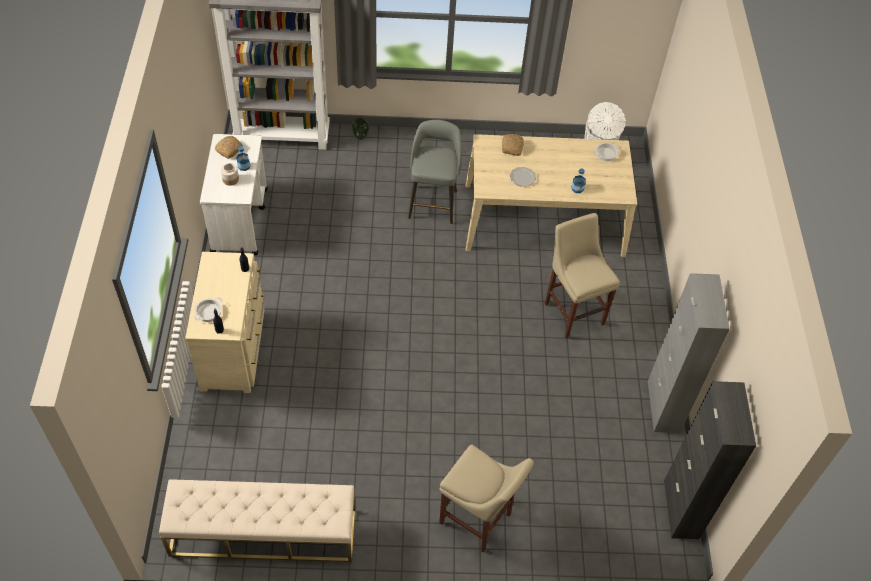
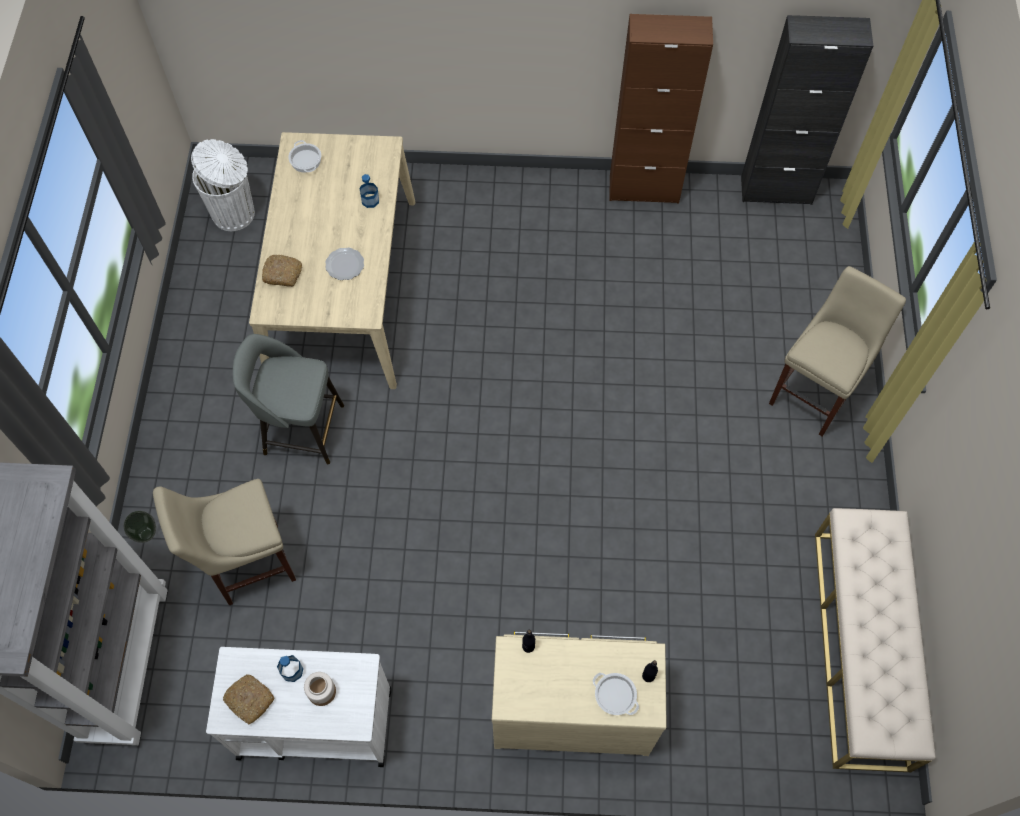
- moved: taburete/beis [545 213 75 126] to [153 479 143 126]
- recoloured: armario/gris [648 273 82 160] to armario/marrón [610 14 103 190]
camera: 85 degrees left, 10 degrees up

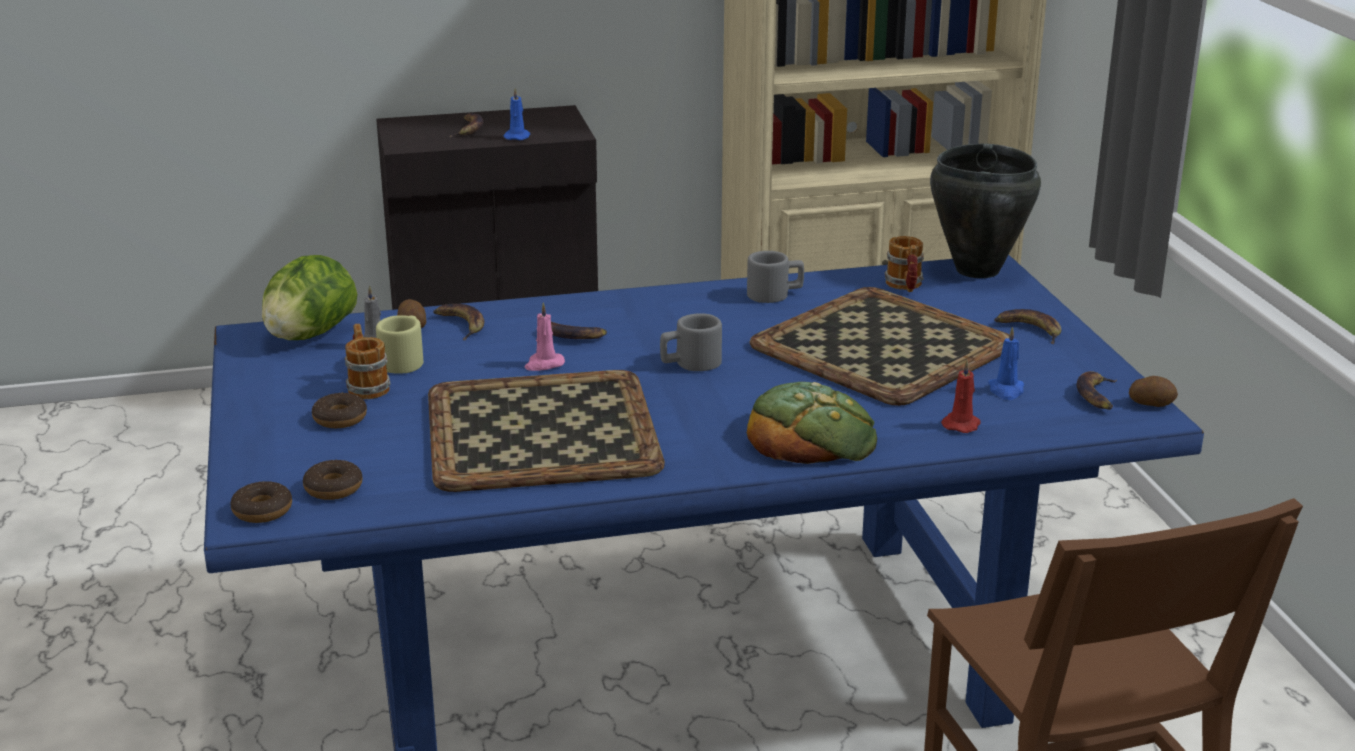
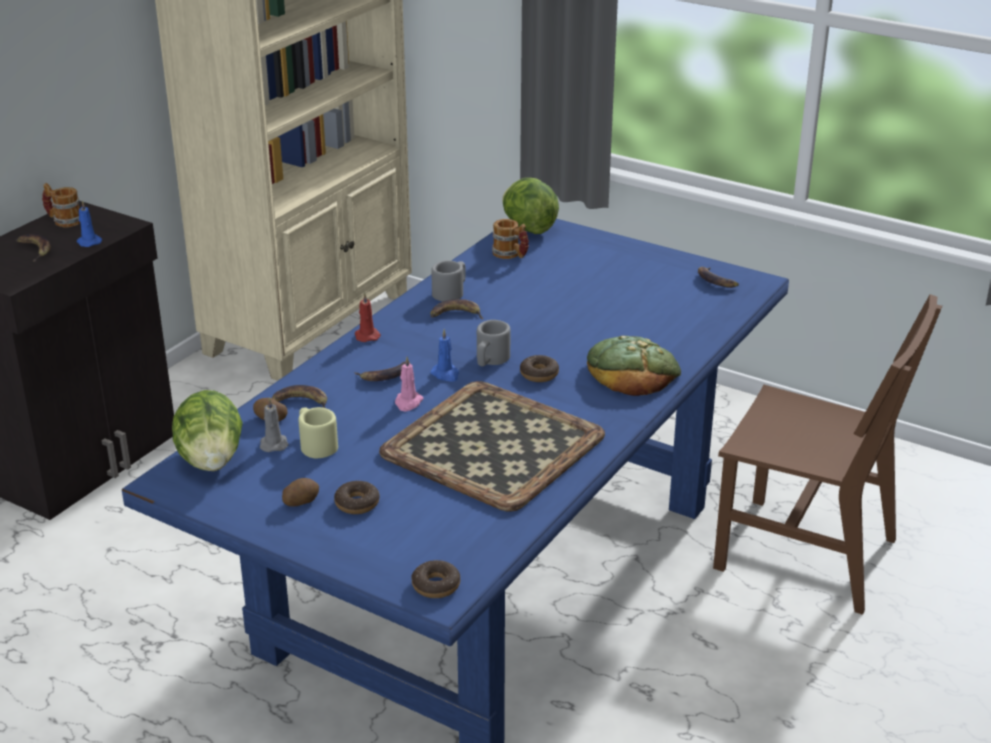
- removed: bandeja [749 287 266 119]
- moved: rosquilla [303 460 60 40] to [520 355 39 27]
- moved: taza grande [345 324 46 75] to [42 183 38 45]
- moved: vela/rojo [941 360 39 73] to [355 293 26 49]
- moved: vela/azul [988 326 36 74] to [430 329 29 53]
- moved: plátano [994 309 67 35] to [431 299 52 20]
- moved: patata [1129 376 49 31] to [282 478 37 29]
- replaced: olla/negro [930 143 111 135] to lechuga [502 178 57 56]
camera: 45 degrees left, 5 degrees up

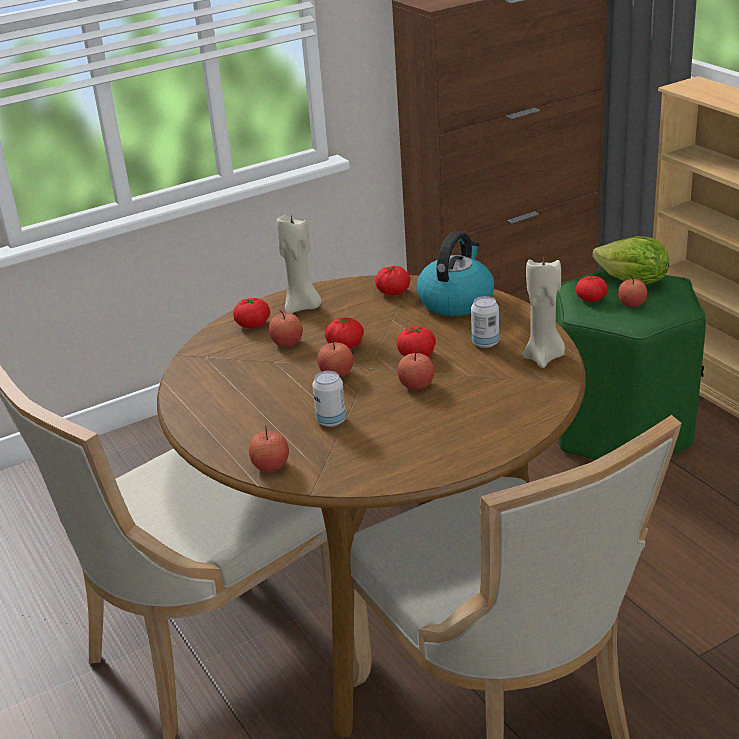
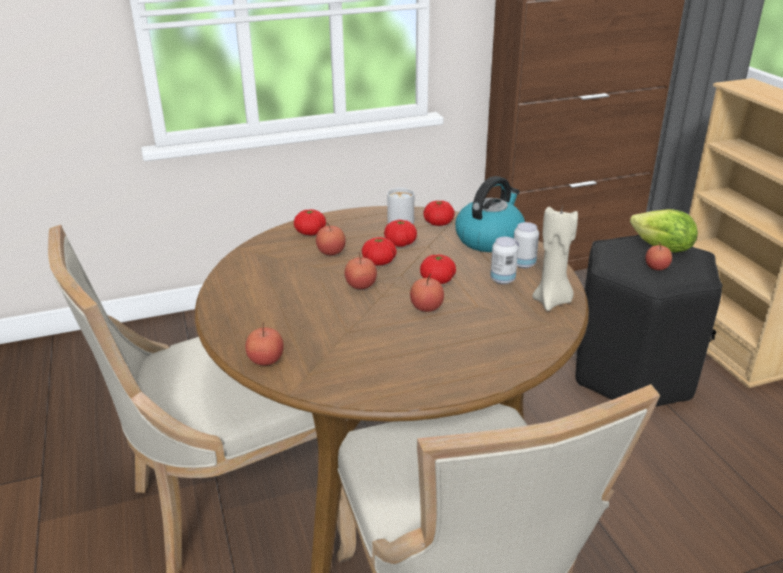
- removed: vela/beis [276 215 46 99]
- added: taza grande/blanco [387 187 27 37]
- moved: lata [312 371 34 56] to [514 222 25 46]
- moved: tomate [575 276 33 26] to [384 220 33 27]
- recoloured: taburete/verde [556 269 150 191] to taburete/negro [576 235 147 172]
camera: 10 degrees right, 0 degrees up

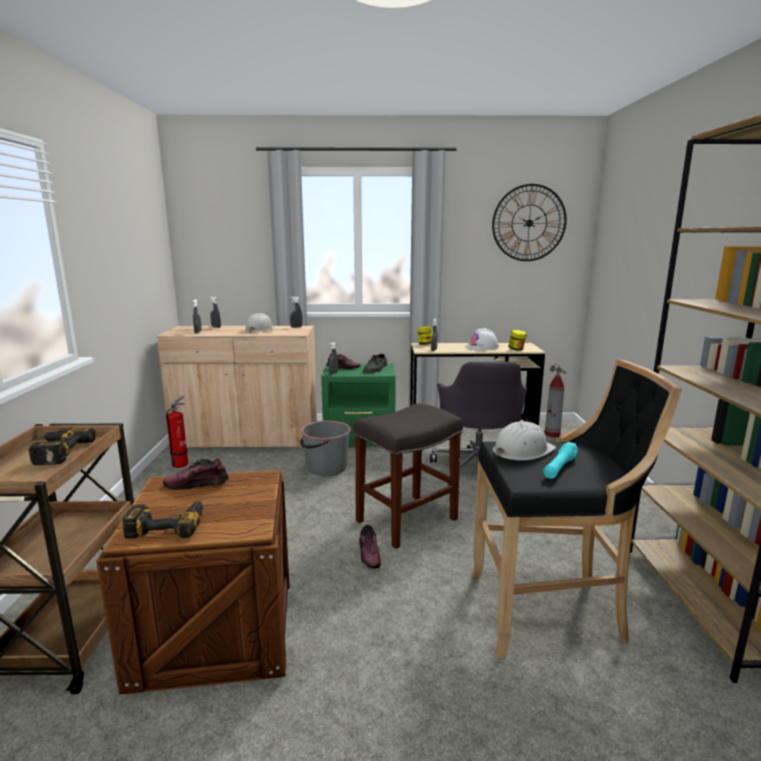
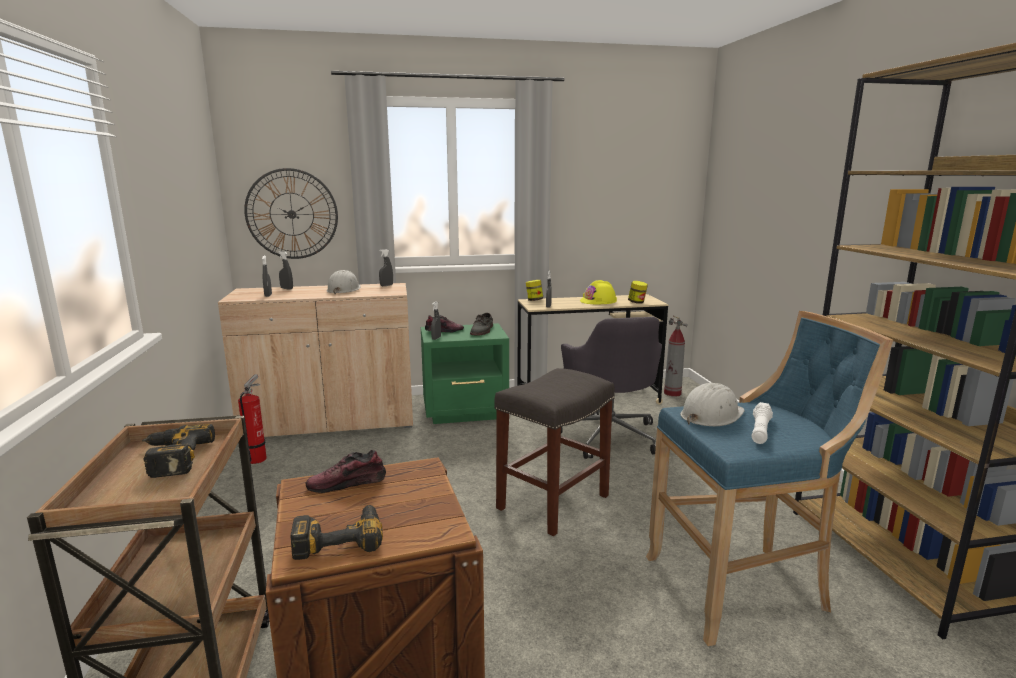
- removed: cubo/gris [300 421 51 55]
- removed: zapato [359 524 22 45]
- moved: reloj de pared [492 184 75 77] to [244 168 94 91]
- recoloured: casco/blanco [465 328 34 22] to casco/amarillo [580 280 37 24]
- recoloured: taburete/negro [471 359 211 299] to taburete/azul [646 311 247 335]
- recoloured: linterna/turquesa [543 442 35 37] to linterna/blanco [751 402 22 42]
camera: 10 degrees left, 0 degrees up

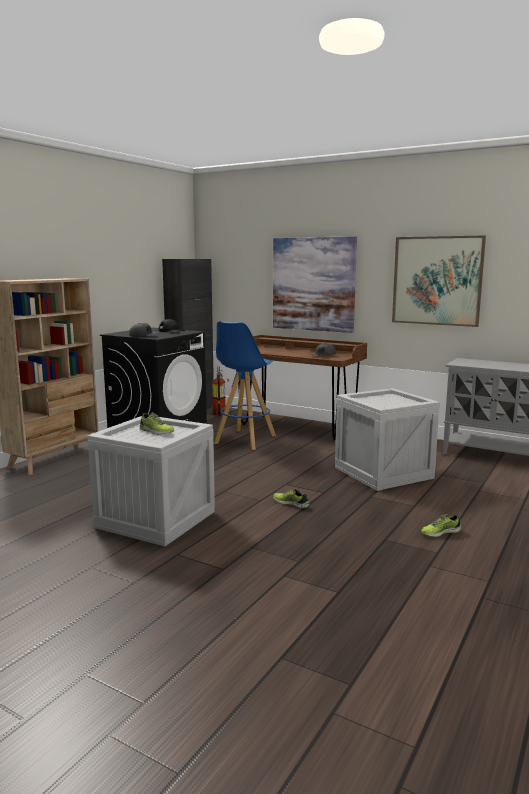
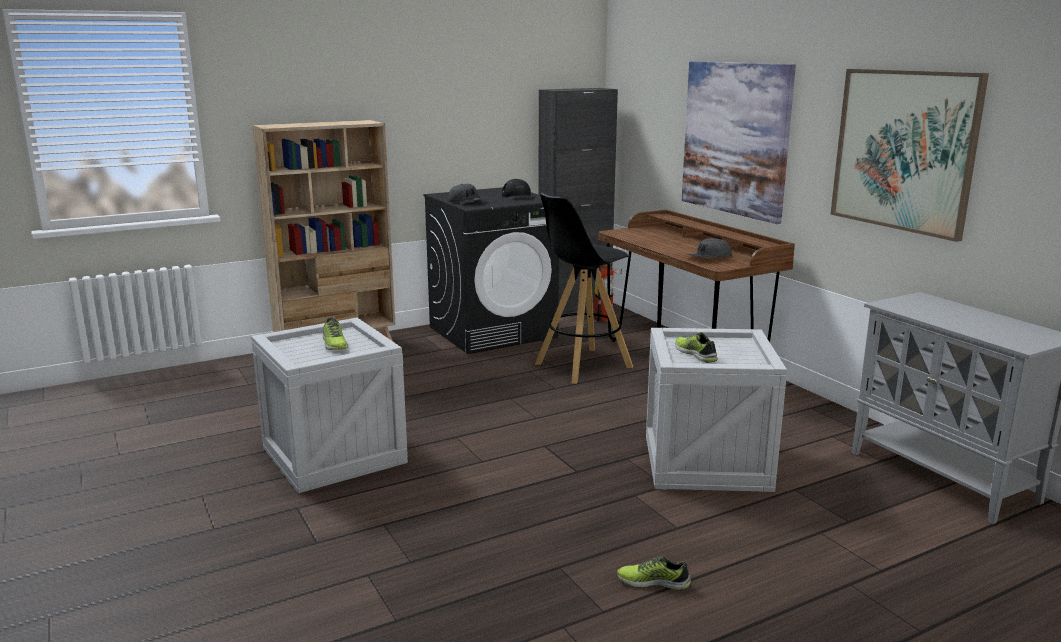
- moved: zapato [273 488 36 21] to [675 332 43 31]
- recoloured: taburete/azul [213 321 63 129] to taburete/negro [535 192 98 192]
camera: 30 degrees right, 5 degrees up

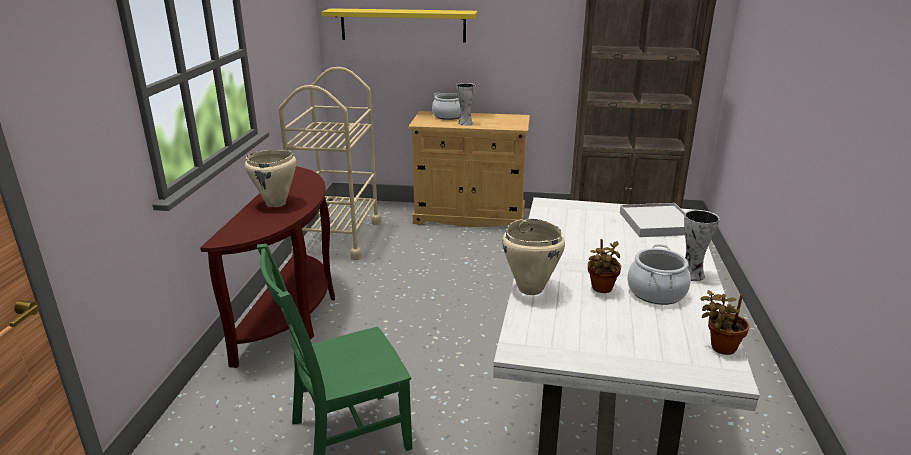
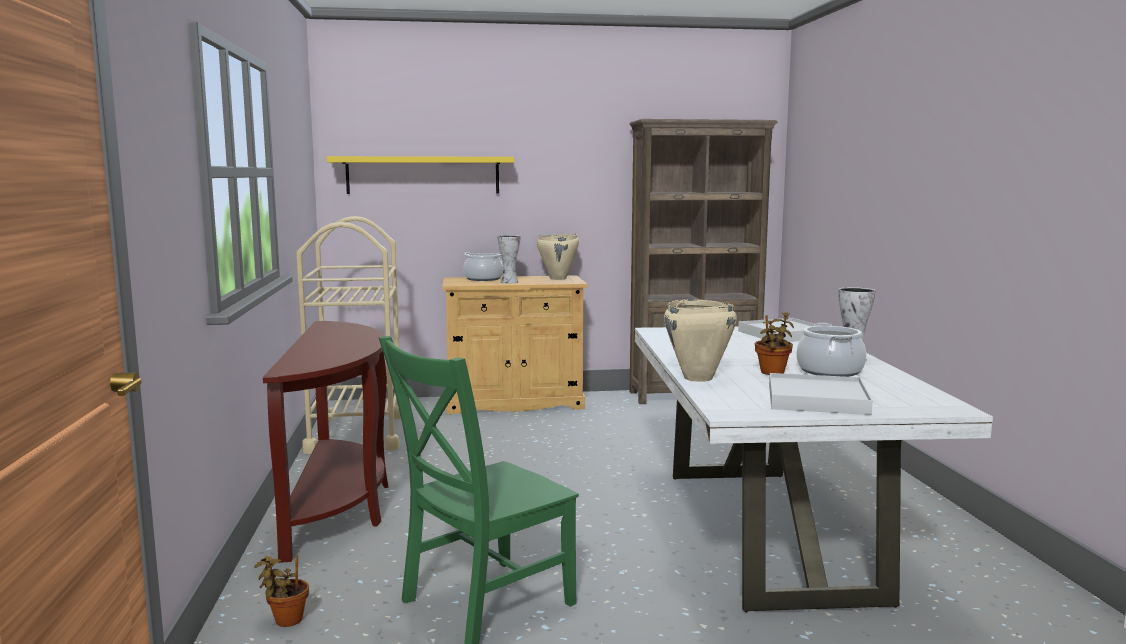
- added: bandeja/blanco [769 373 104 42]
- moved: olla/beis [245 150 51 57] to [537 234 42 46]
- moved: planta en maceta [701 290 49 65] to [254 556 55 71]
camera: 15 degrees left, 15 degrees down

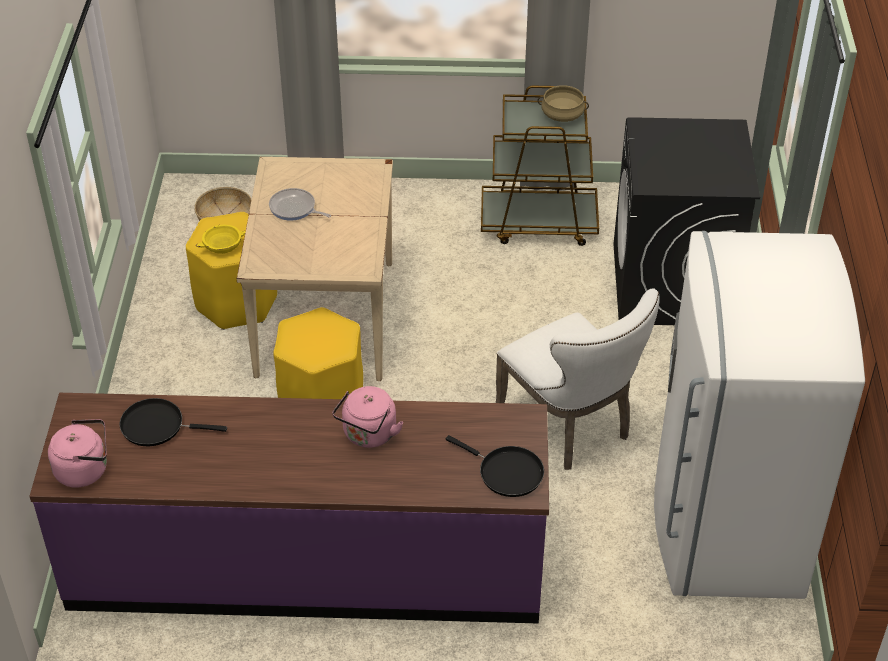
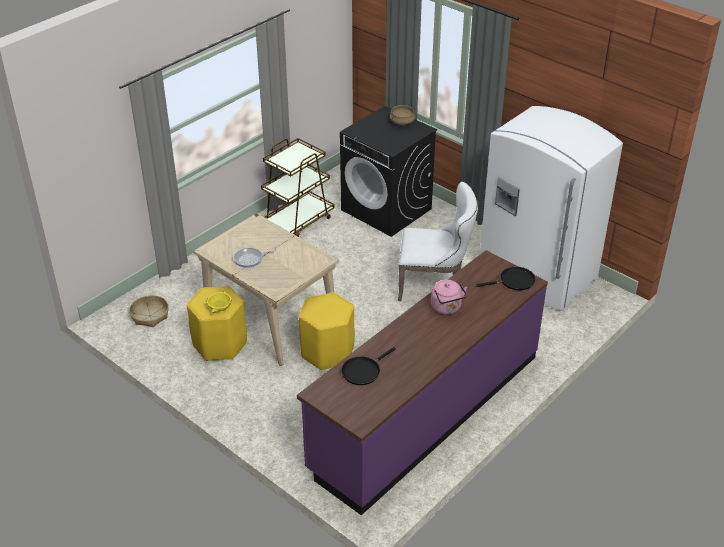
- removed: hervidor/rosa [48 419 59 69]
- moved: olla/beis [537 85 52 37] to [390 105 25 20]
camera: 50 degrees left, 5 degrees down

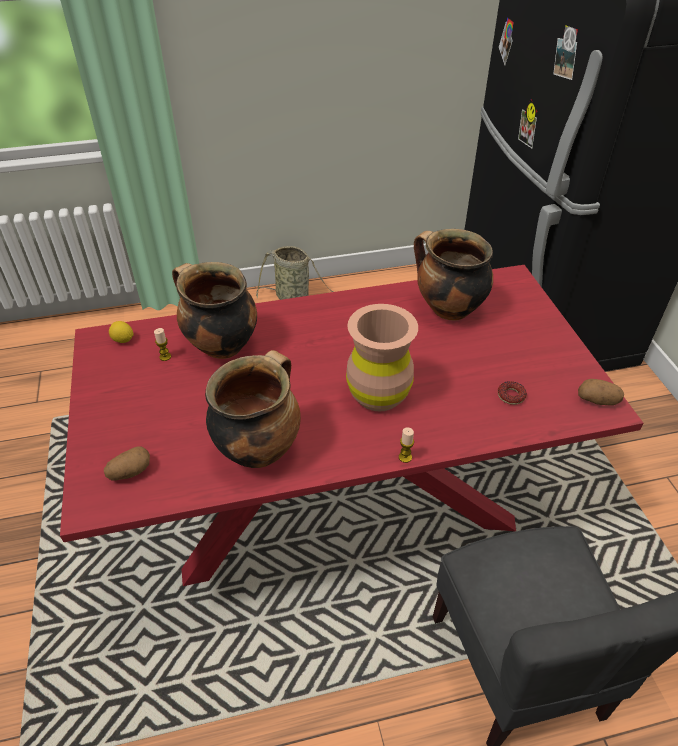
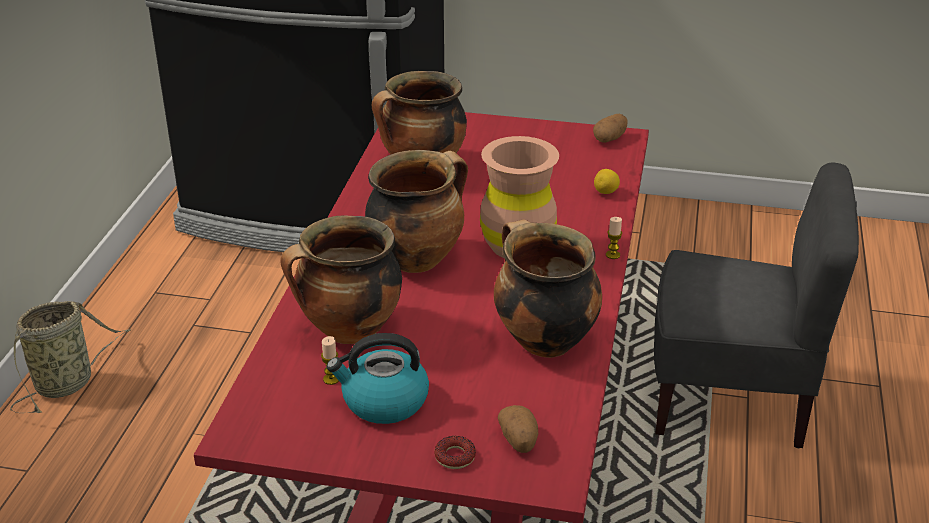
- added: hervidor [326 333 103 91]
- added: olla [365 150 103 123]
- moved: limón [109 321 25 22] to [594 169 26 25]
- moved: rosquilla [498 381 29 24] to [434 436 42 33]
camera: 65 degrees left, 10 degrees down

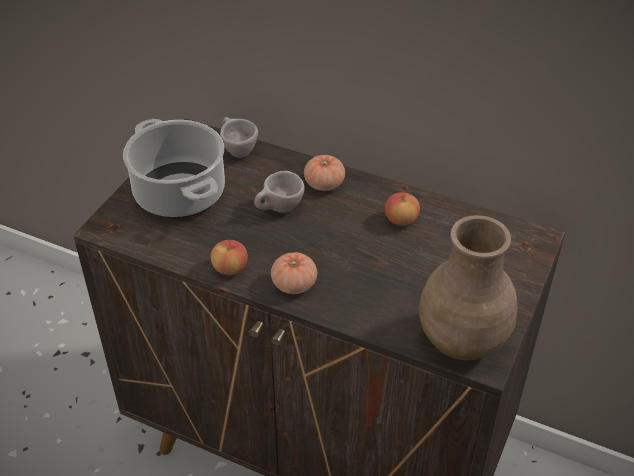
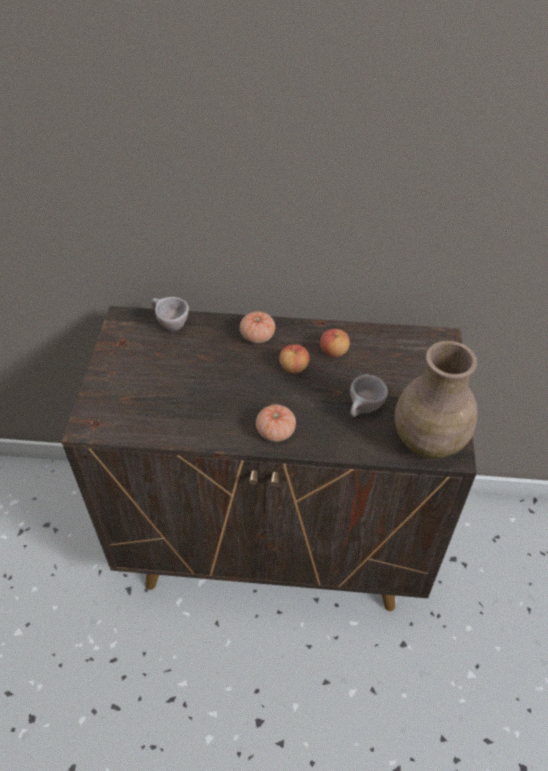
- removed: olla [123 119 102 99]
- moved: manzana [211 240 37 35] to [279 344 31 30]
- moved: taza/beis [254 171 51 42] to [350 374 38 43]
camera: 20 degrees left, 5 degrees up

